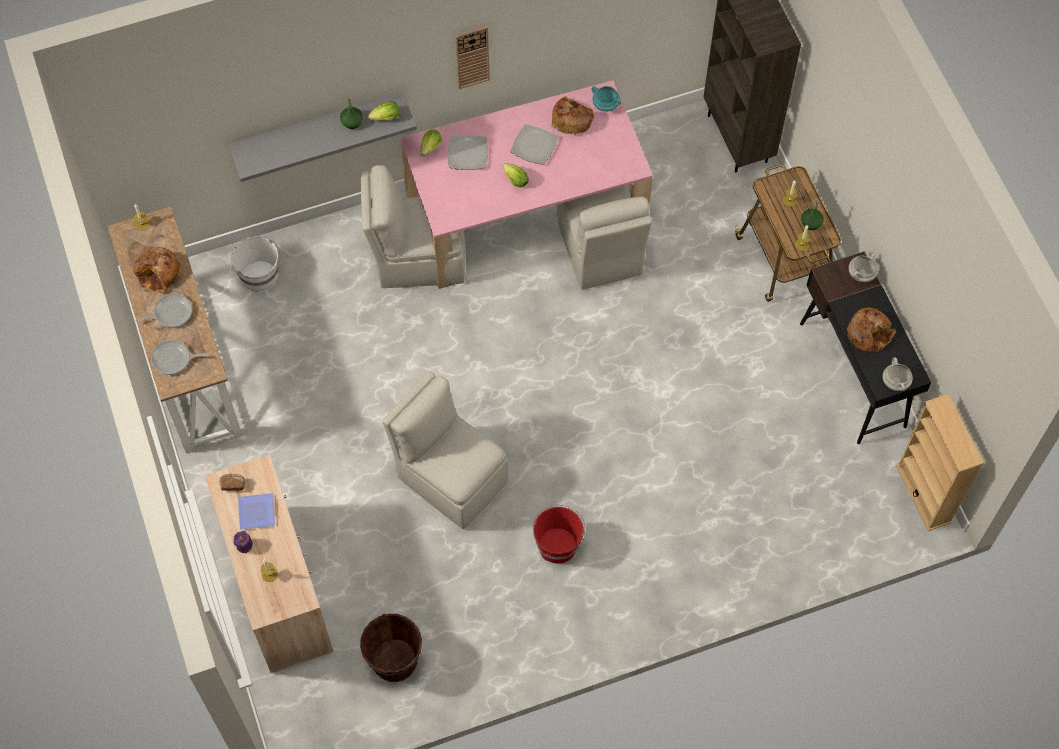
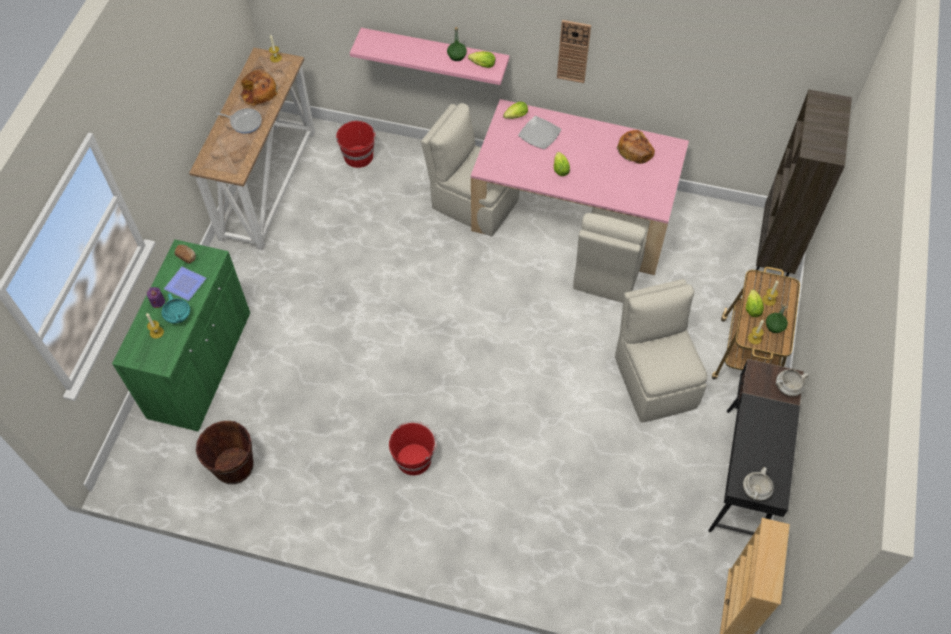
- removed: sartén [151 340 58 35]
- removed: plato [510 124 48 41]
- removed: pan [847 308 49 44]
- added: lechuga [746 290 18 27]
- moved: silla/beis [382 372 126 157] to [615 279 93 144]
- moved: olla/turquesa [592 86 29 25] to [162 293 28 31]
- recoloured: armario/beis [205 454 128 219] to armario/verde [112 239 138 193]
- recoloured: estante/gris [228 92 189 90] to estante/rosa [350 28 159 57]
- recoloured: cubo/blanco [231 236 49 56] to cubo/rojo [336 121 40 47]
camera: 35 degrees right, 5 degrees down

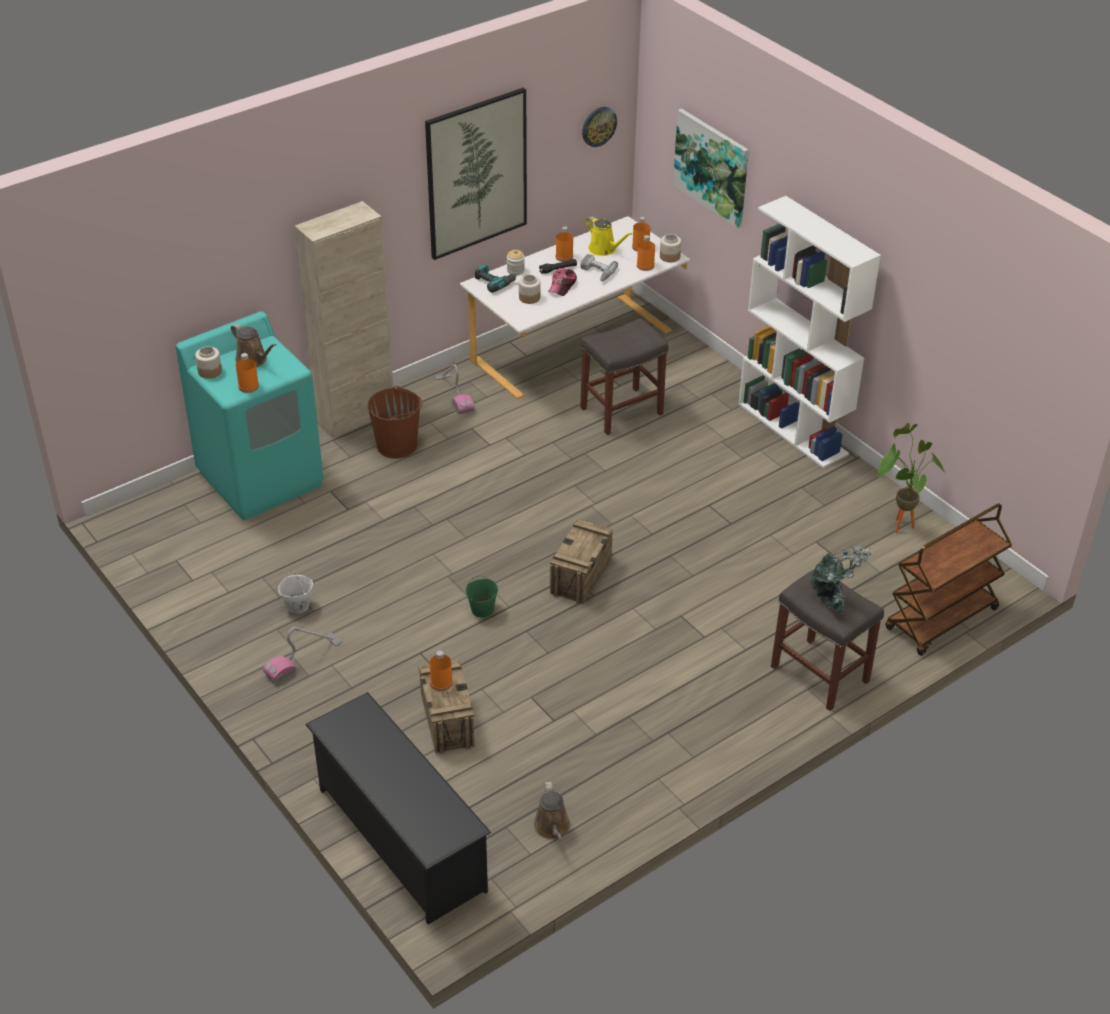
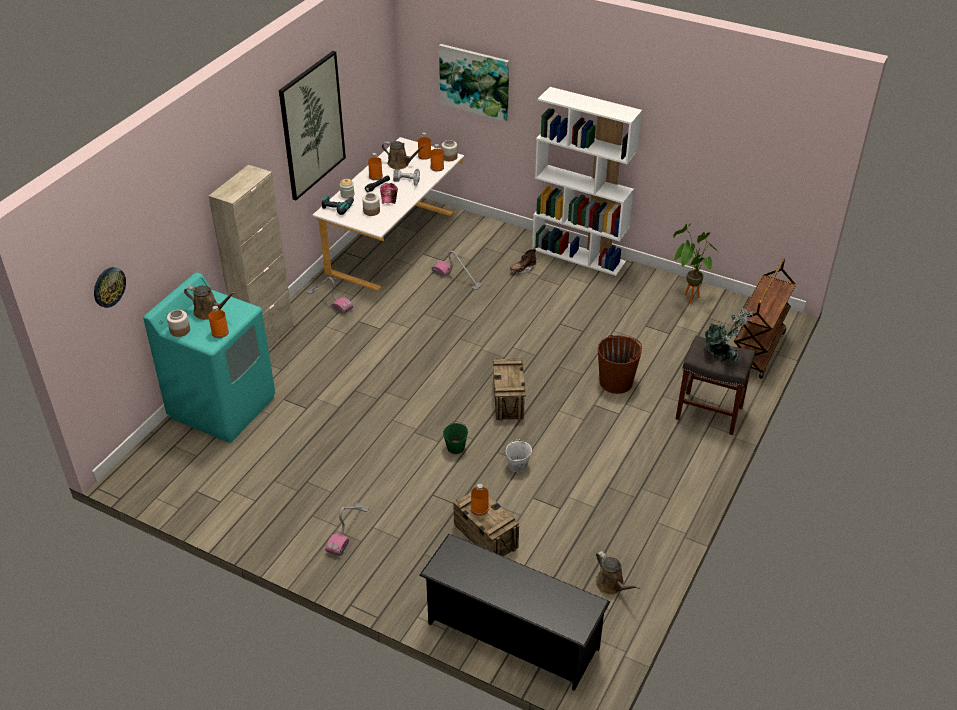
- added: bota/marrón [510 248 26 26]
- moved: cubo/blanco [278 571 35 43] to [506 440 26 32]
- moved: cubo/marrón [368 386 55 73] to [598 335 44 59]
- moved: reloj de pared [582 107 35 40] to [94 267 32 41]
- replaced: taburete/gris [580 318 88 117] to aspiradora [431 251 52 39]
- recoloured: regadera/amarillo [586 216 46 40] to regadera/marrón [382 141 43 28]
camera: 25 degrees left, 0 degrees up

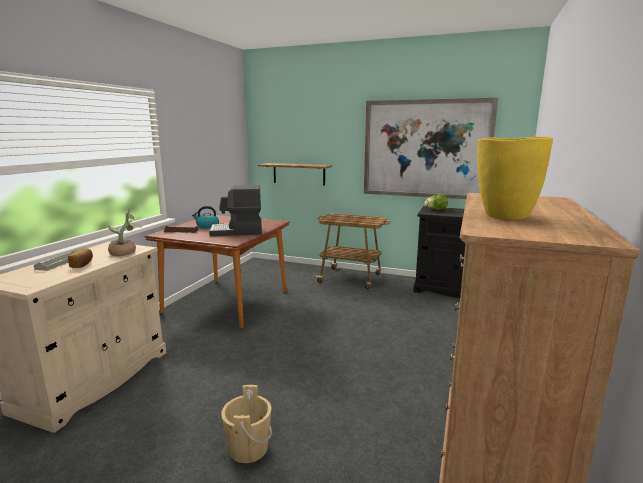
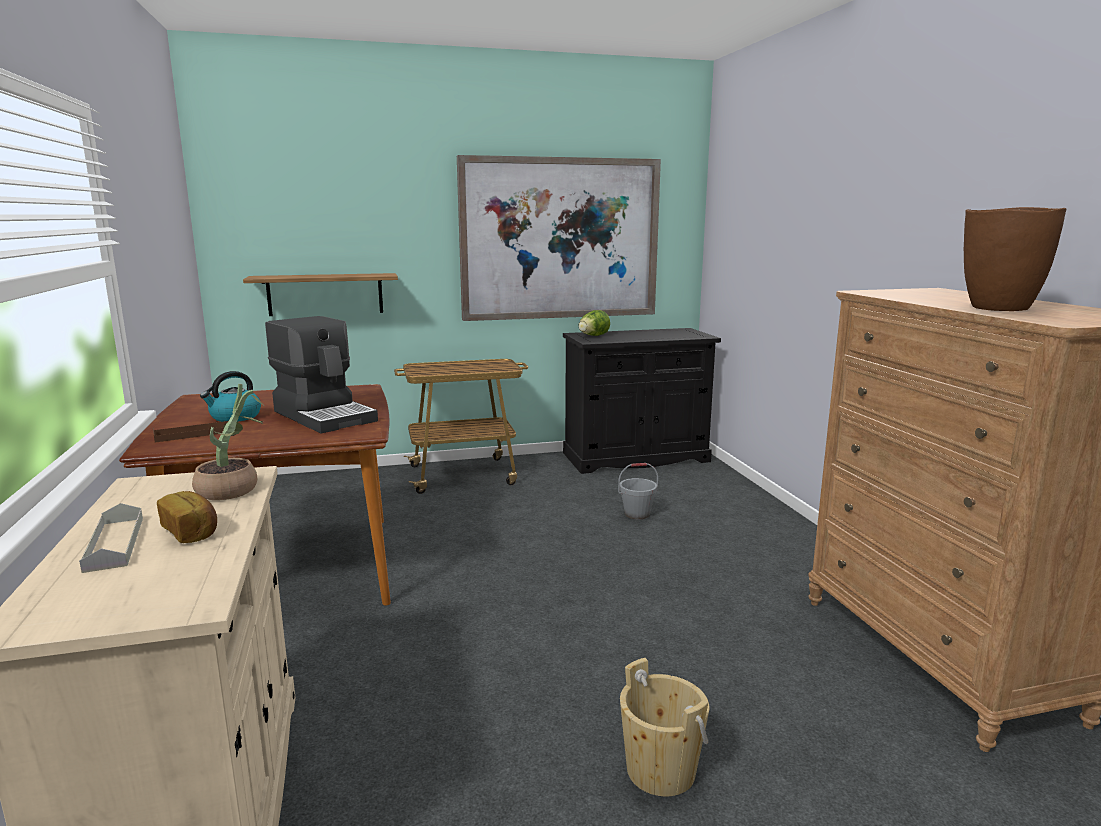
- added: cubo/gris [618 463 40 56]
- recoloured: florero/amarillo [477 136 76 83] to florero/marrón [964 207 103 104]
- turned: cafetera [209 185 53 51] = [265 316 113 117] 90 degrees counterclockwise
camera: 35 degrees left, 0 degrees up

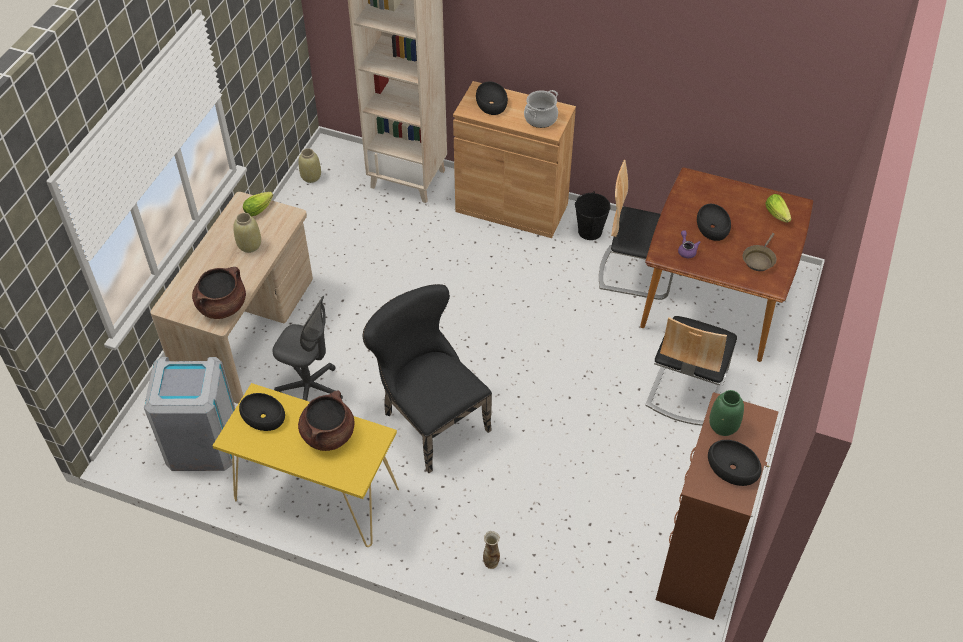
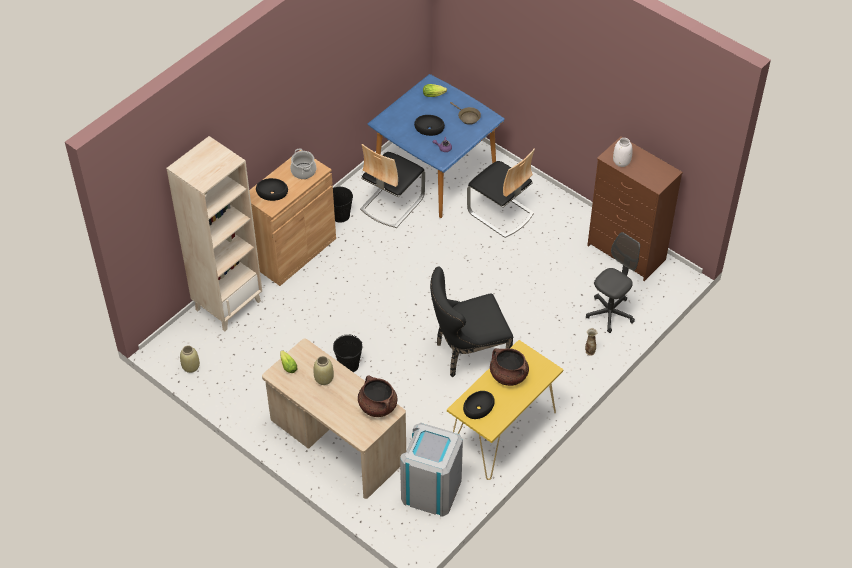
- removed: cuenco/negro [708 440 54 46]
- added: cubo/negro [333 335 29 37]
- moved: silla de oficina/gris [273 296 70 105] to [586 232 54 101]
- recoloured: mesa de comedor/marrón [640 167 173 195] to mesa de comedor/azul [367 74 138 144]
- recoloured: florero/verde [709 390 35 46] to florero/blanco [613 138 20 29]
camera: 70 degrees left, 0 degrees up

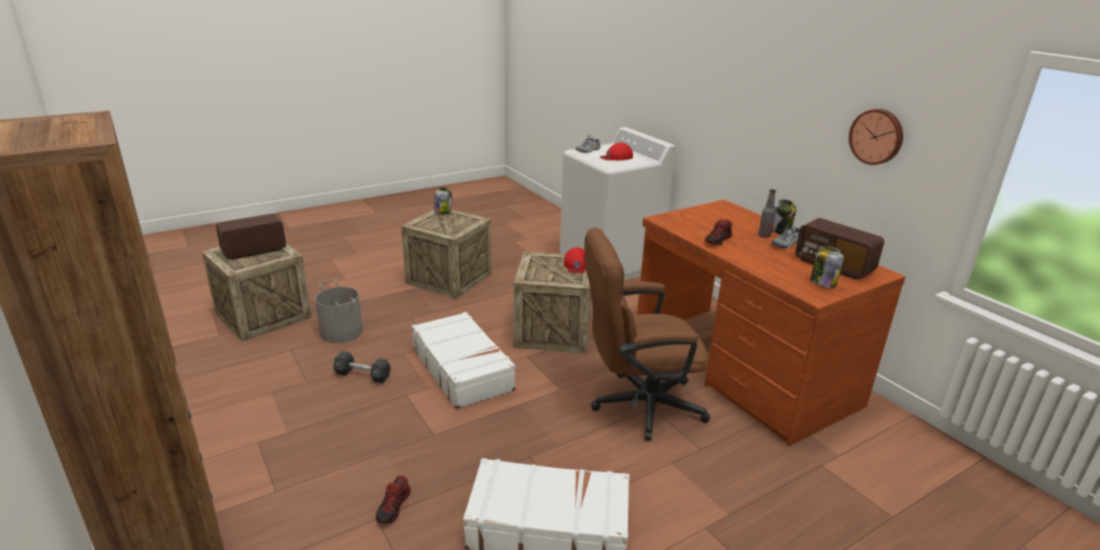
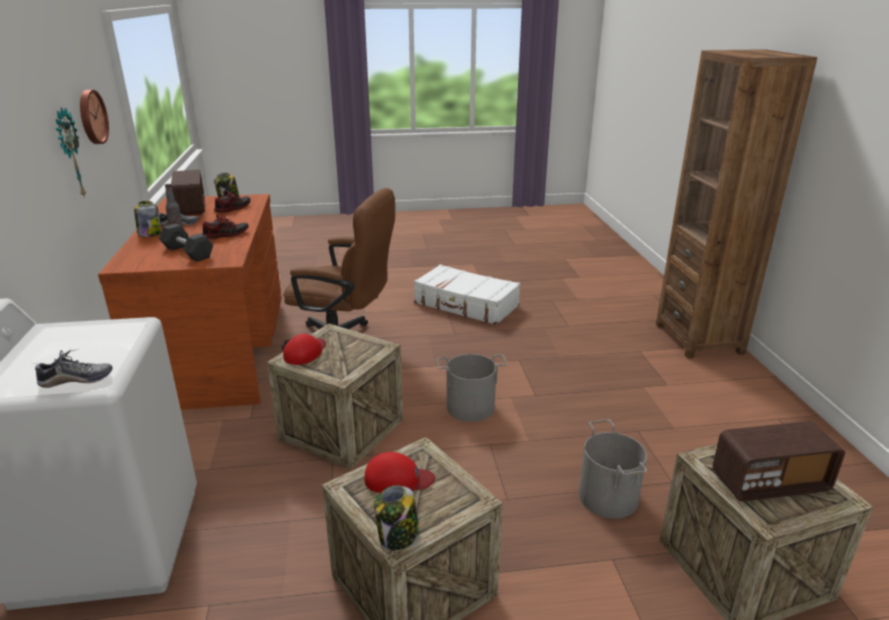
- added: reloj de pared [56 107 30 91]
- moved: mancuerna/negro [333 351 58 32] to [159 224 54 38]
- moved: zapato [376 476 35 48] to [214 191 37 22]
- moved: gorra/rojo [600 143 33 17] to [364 452 71 41]
- replaced: maleta/blanco [412 312 103 97] to cubo/gris [437 354 70 68]
camera: 155 degrees left, 0 degrees up

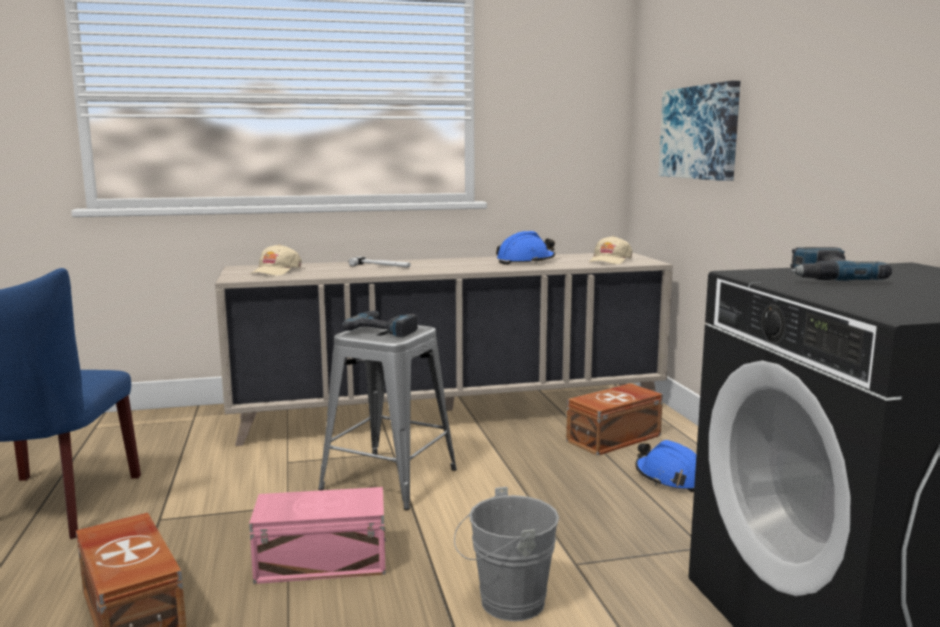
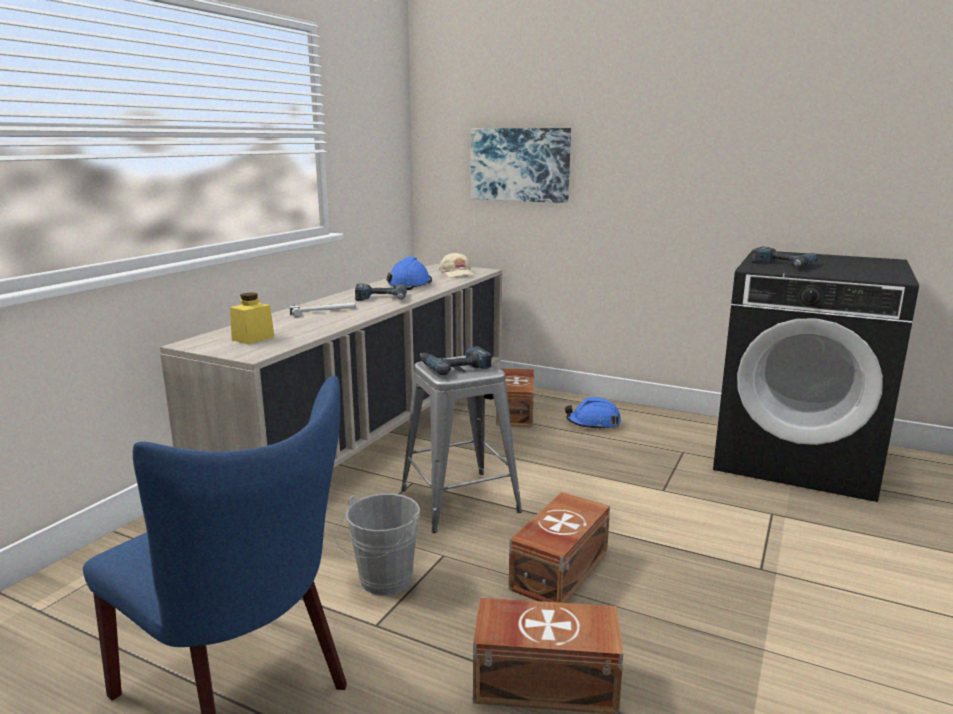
- added: taladro [355 284 52 17]
- moved: cubo/gris [454 487 105 134] to [335 494 85 102]
- replaced: gorra/beis [250 244 52 32] to tarro/amarillo [230 292 45 52]
- recoloured: caja de almacenaje/rosa [249 487 137 97] to caja de almacenaje/marrón [509 492 101 111]
camera: 50 degrees left, 5 degrees up

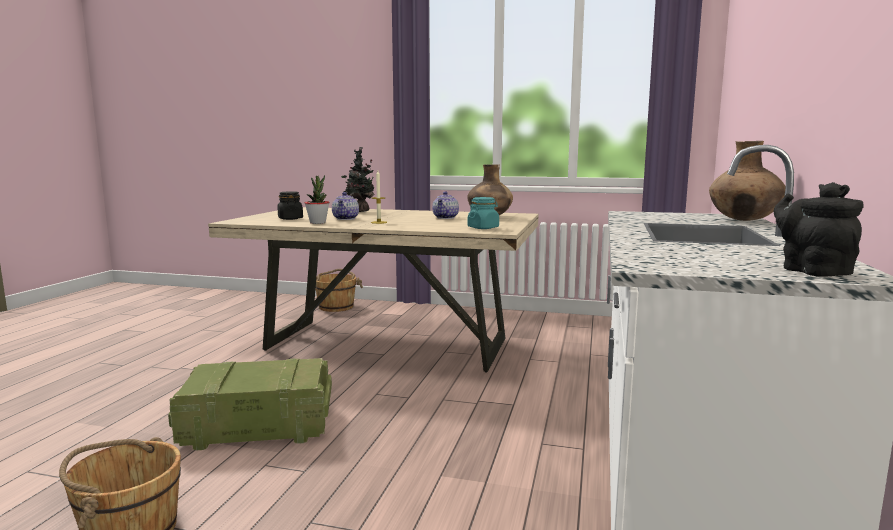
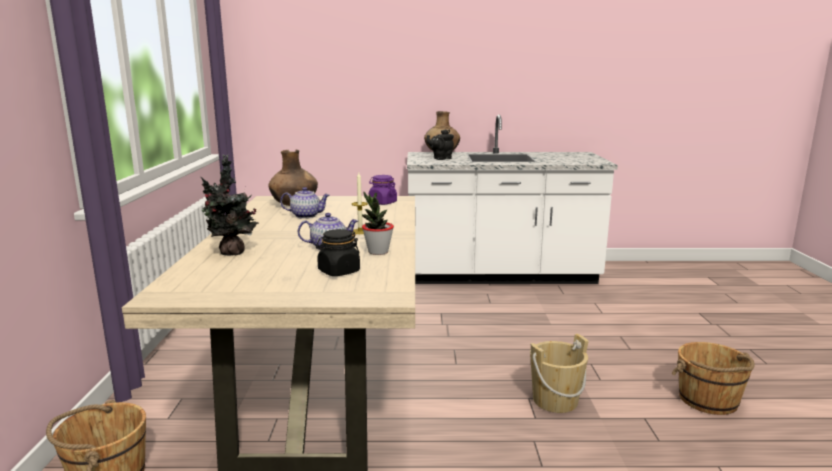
- moved: tetera/negro [774 182 90 95] to [426 129 28 31]
- replaced: caja de embalaje [168 358 164 93] to cubo/beis [530 334 59 79]
- recoloured: tarro/turquesa [468 197 31 32] to tarro/morado [369 175 28 30]
camera: 105 degrees left, 5 degrees up

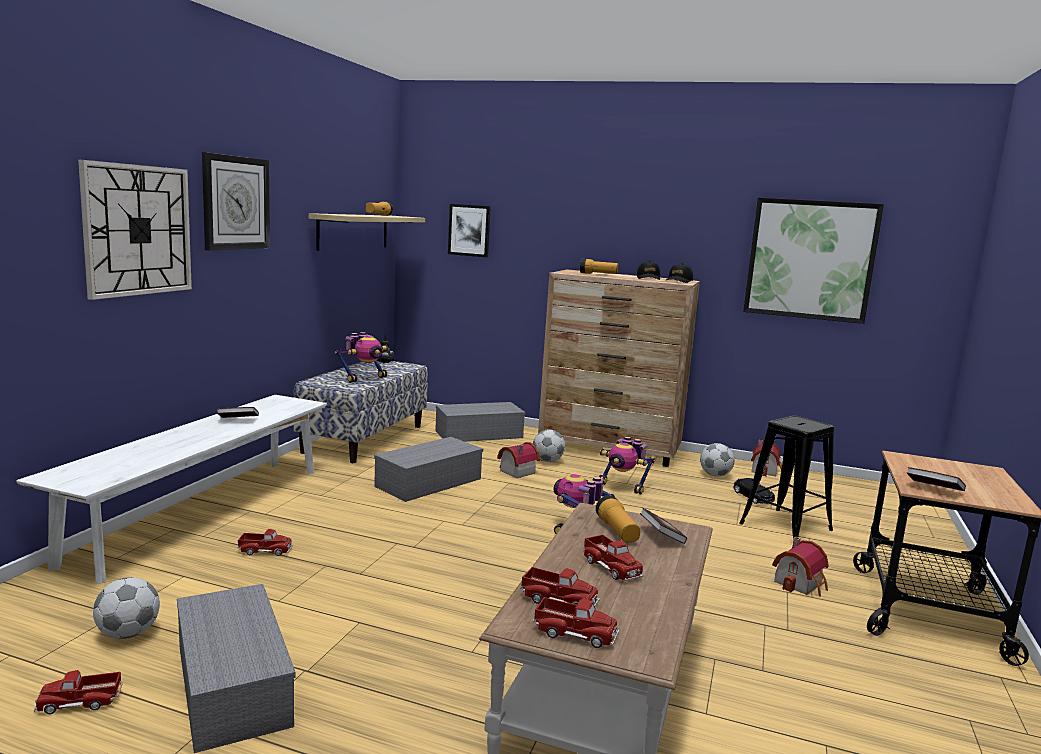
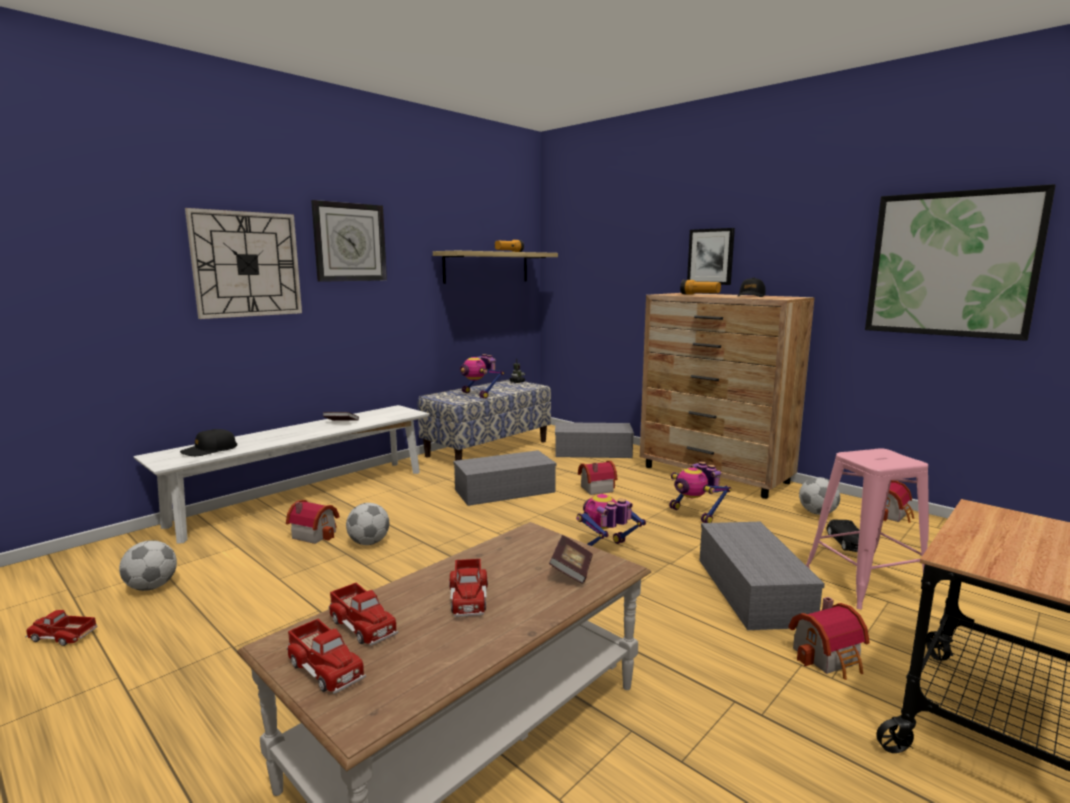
- removed: linterna [596 495 44 48]
- removed: libro [907 467 59 24]
- moved: caja de almacenaje/gris [177 584 119 169] to [699 522 126 108]
- moved: cuadro [448 204 43 53] to [687 228 48 57]
- moved: balón de fútbol [533 430 32 32] to [346 503 43 42]
- moved: gorra/negro [665 263 28 20] to [180 429 57 27]
- replaced: camión de juguete [237 529 56 27] to casita [286 500 53 44]
- recoloured: taburete/negro [739 416 95 122] to taburete/rosa [806 448 123 161]
- turned: robot de juguete [335 332 53 51] = [460 354 44 45] 75 degrees clockwise
camera: 25 degrees right, 0 degrees up

